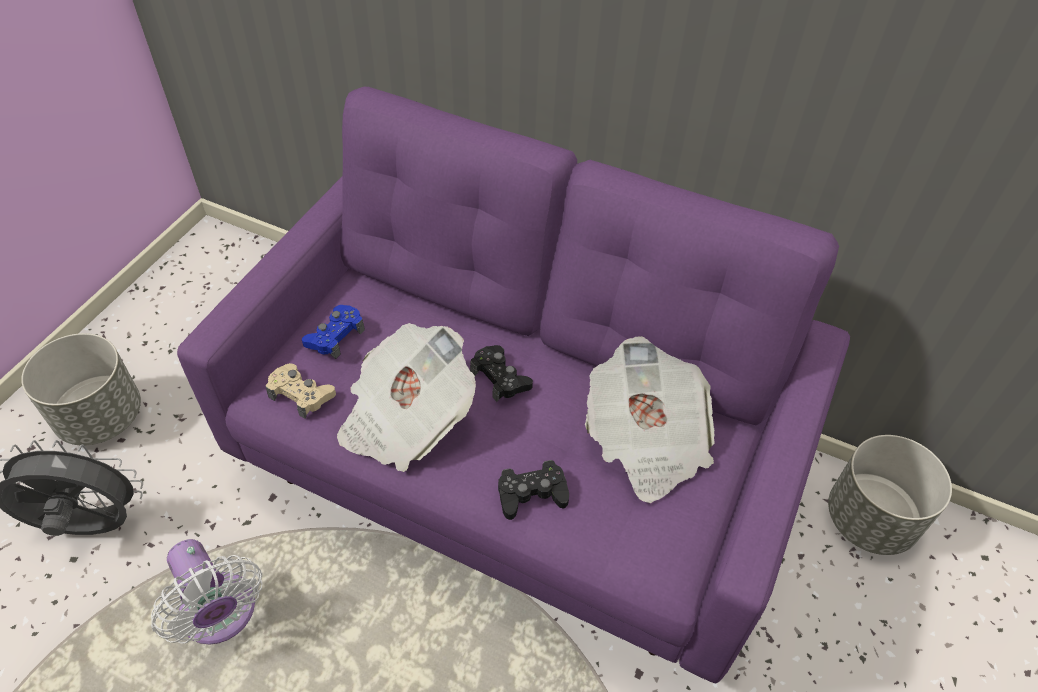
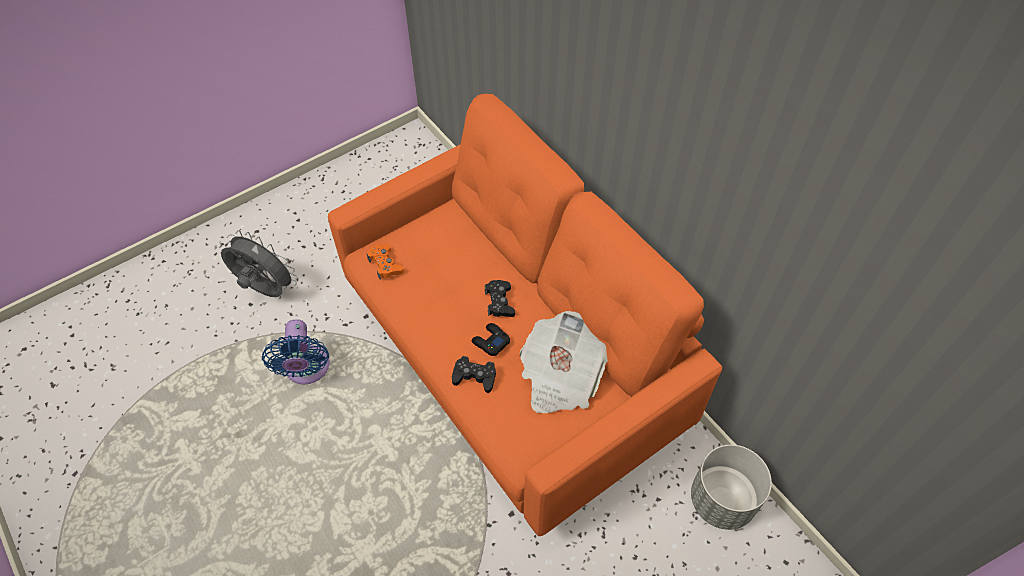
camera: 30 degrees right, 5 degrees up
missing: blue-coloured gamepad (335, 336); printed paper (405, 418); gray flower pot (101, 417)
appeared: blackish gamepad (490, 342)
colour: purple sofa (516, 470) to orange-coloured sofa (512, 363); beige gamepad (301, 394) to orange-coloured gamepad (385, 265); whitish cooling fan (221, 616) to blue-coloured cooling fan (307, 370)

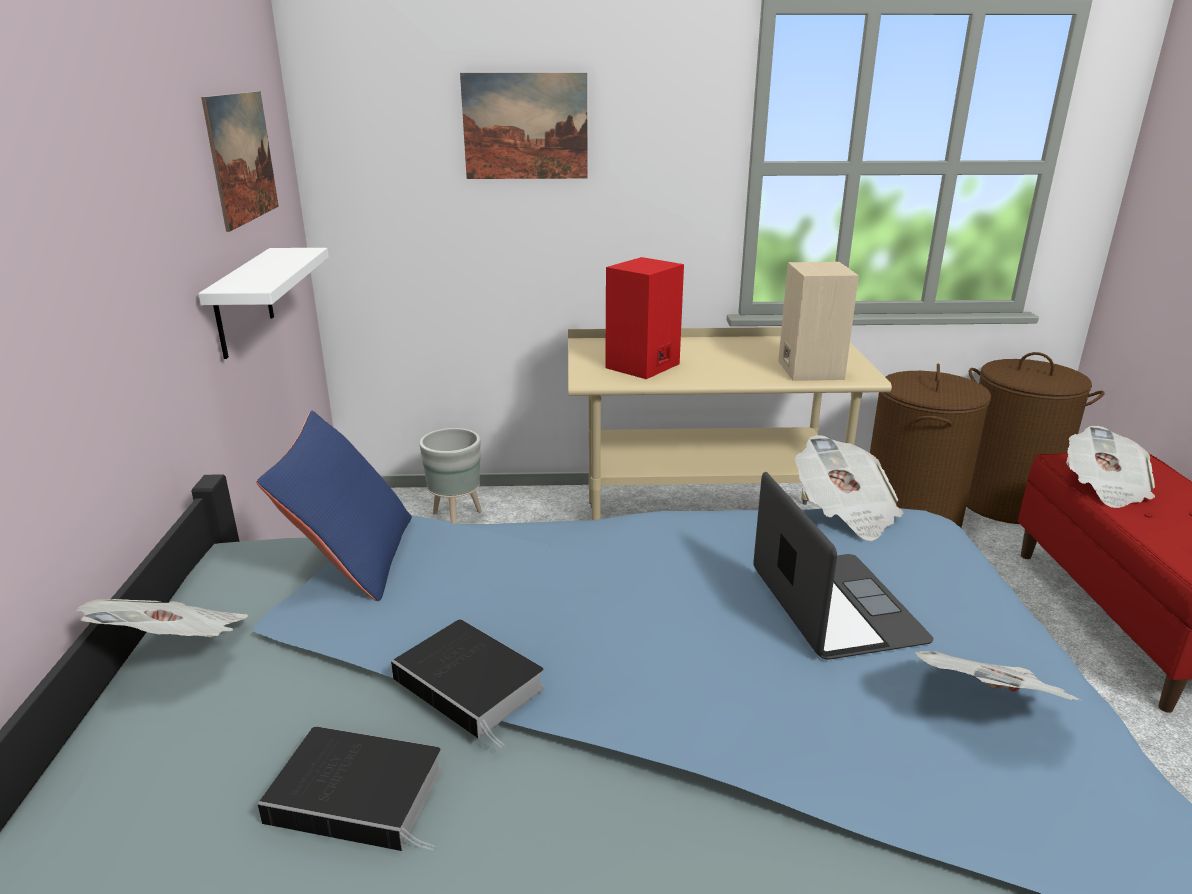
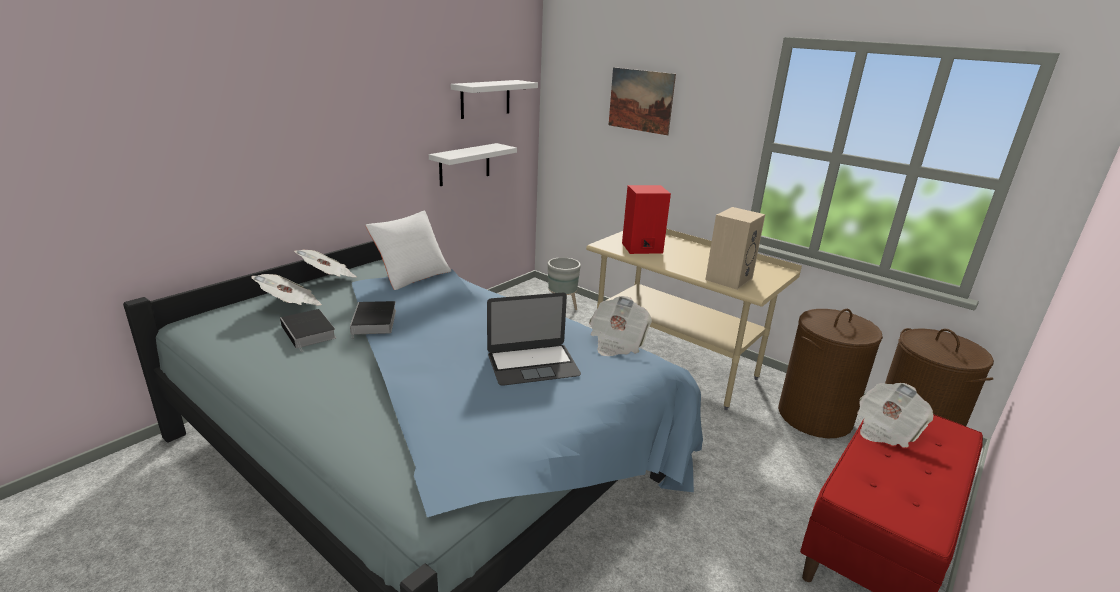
camera: 40 degrees right, 0 degrees up
relocated: printed paper (988, 706) to (290, 304)
exchanged: wall art (242, 157) to whitish bracket shelf (485, 99)
colour: blue-coloured cushion (351, 557) to whitish cushion (412, 275)
spun: laptop (835, 605) = (533, 364) 45 degrees clockwise

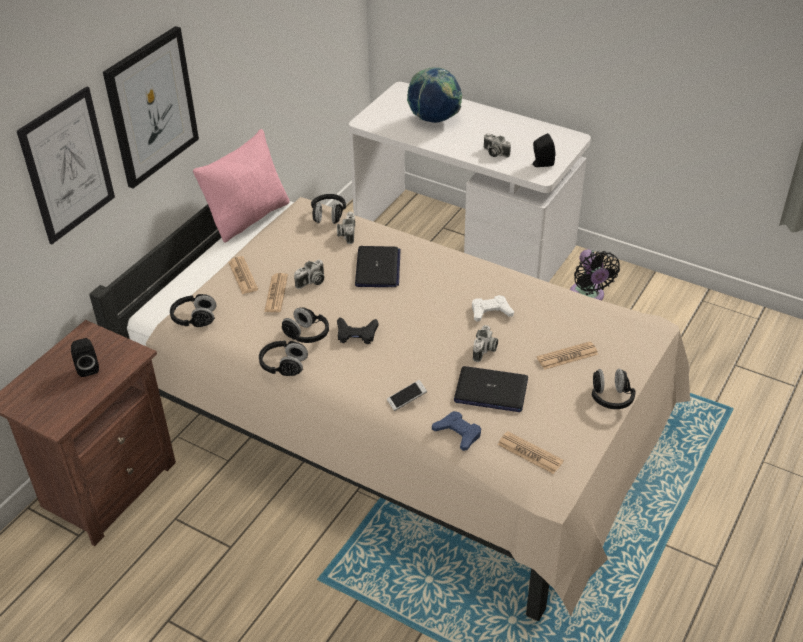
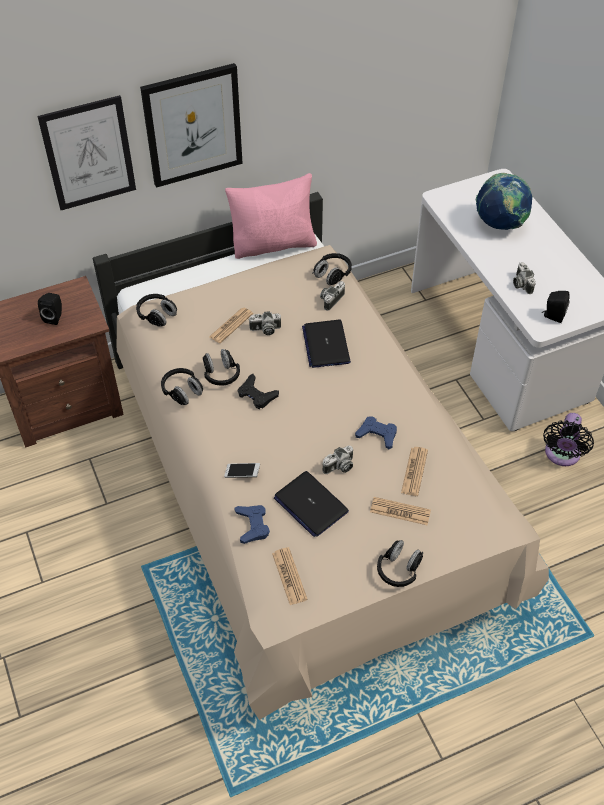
camera: 35 degrees right, 10 degrees up
relocated: printed paper (243, 276) to (414, 471)
colour: whitish gamepad (490, 312) to blue-coloured gamepad (377, 434)
spun: laptop (377, 268) = (326, 344) 135 degrees clockwise

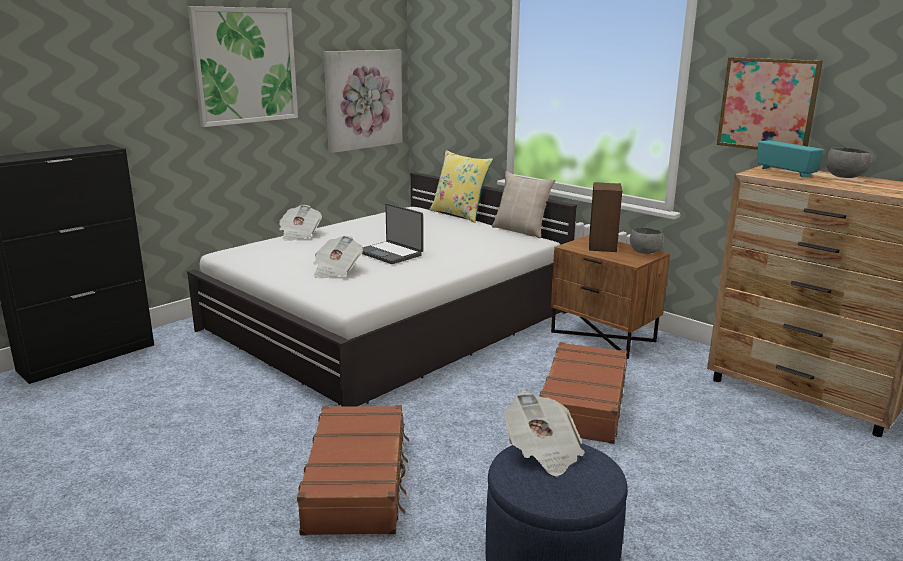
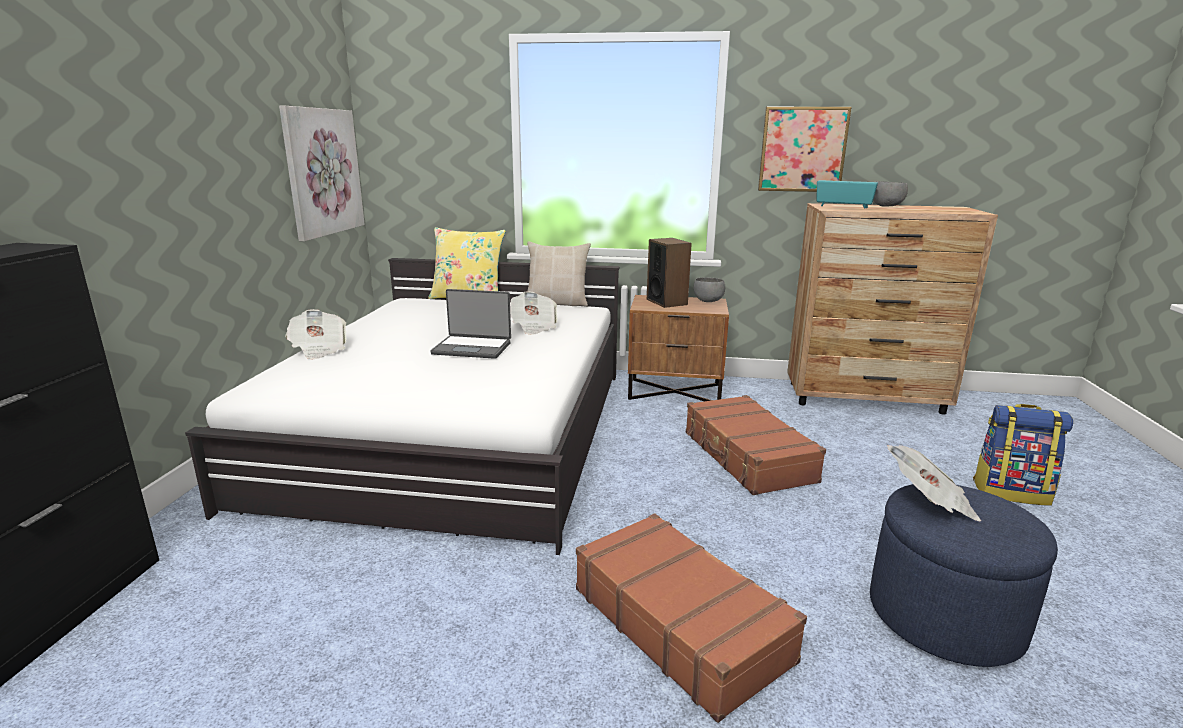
camera: 35 degrees left, 0 degrees up
missing: wall art (245, 66)
appeared: backpack (1011, 492)
relocated: printed paper (336, 271) to (533, 327)

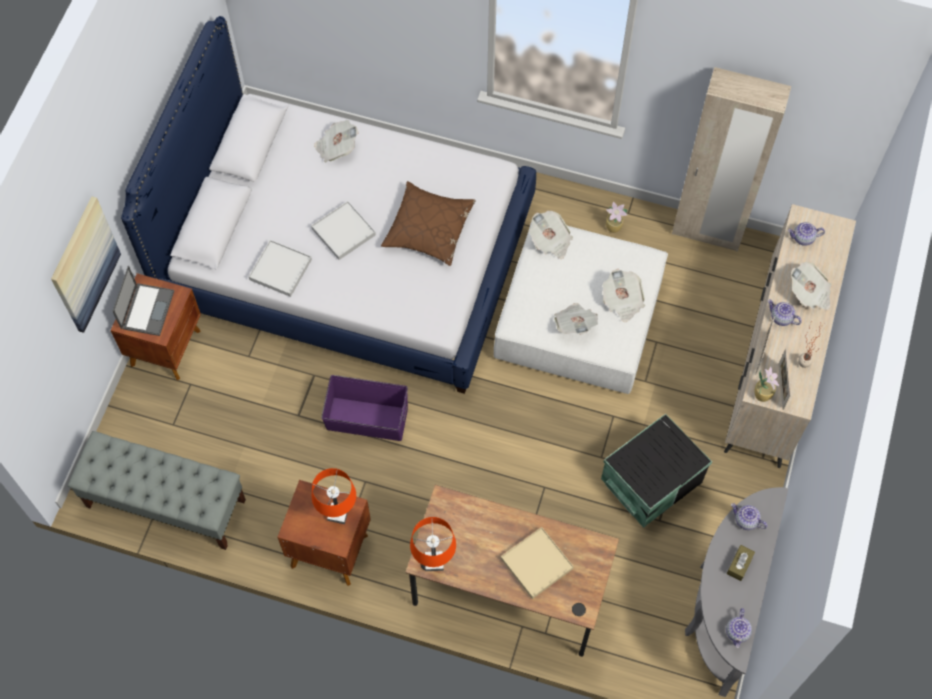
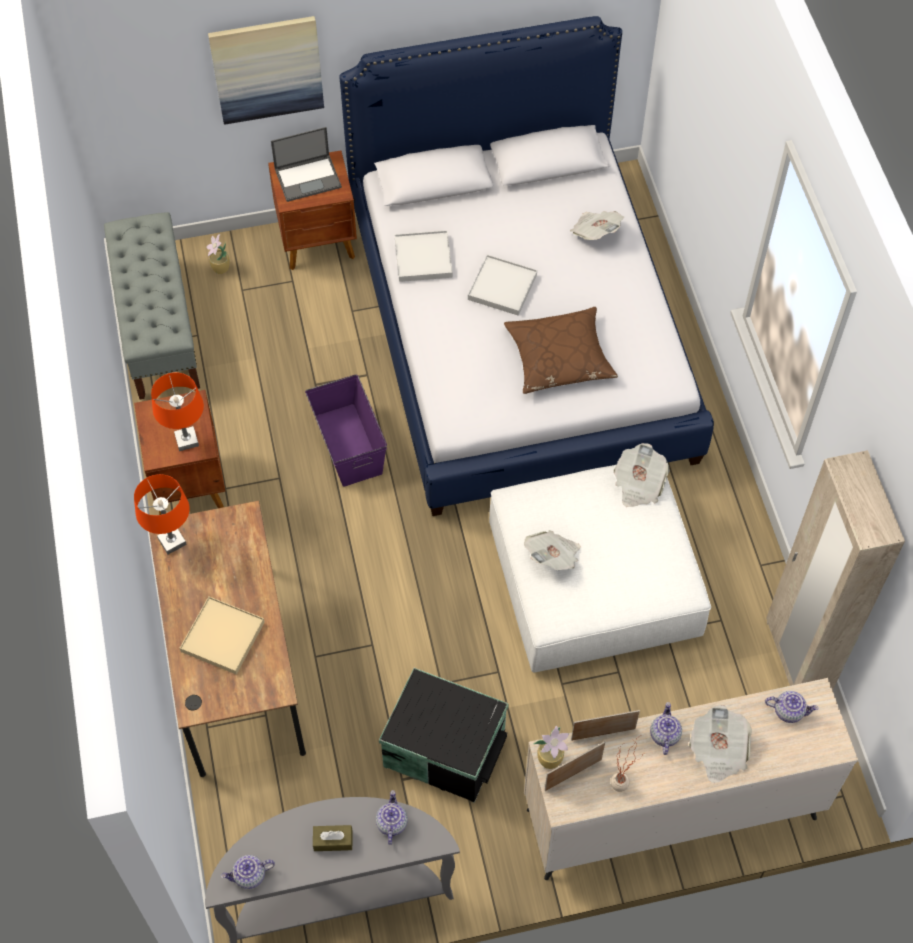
camera: 60 degrees right, 5 degrees down
missing: printed paper (622, 301)
relocated: houseplant (614, 228) to (220, 269)
spun: teapot (803, 238) = (789, 711) 135 degrees clockwise

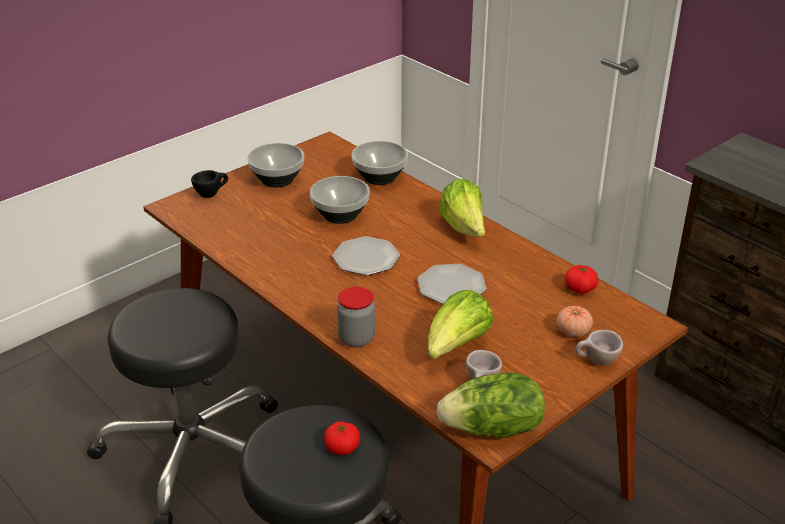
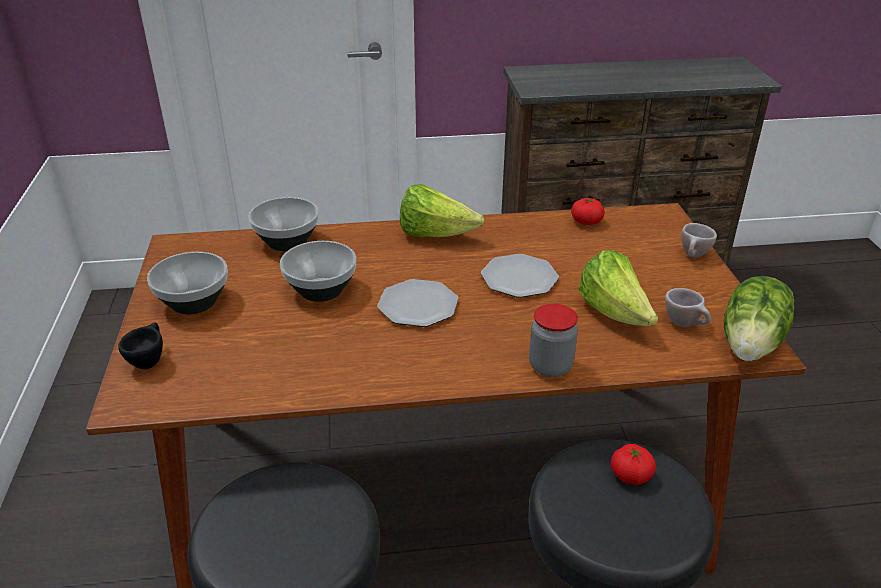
camera: 55 degrees left, 0 degrees up
missing: fresh tomato (573, 331)

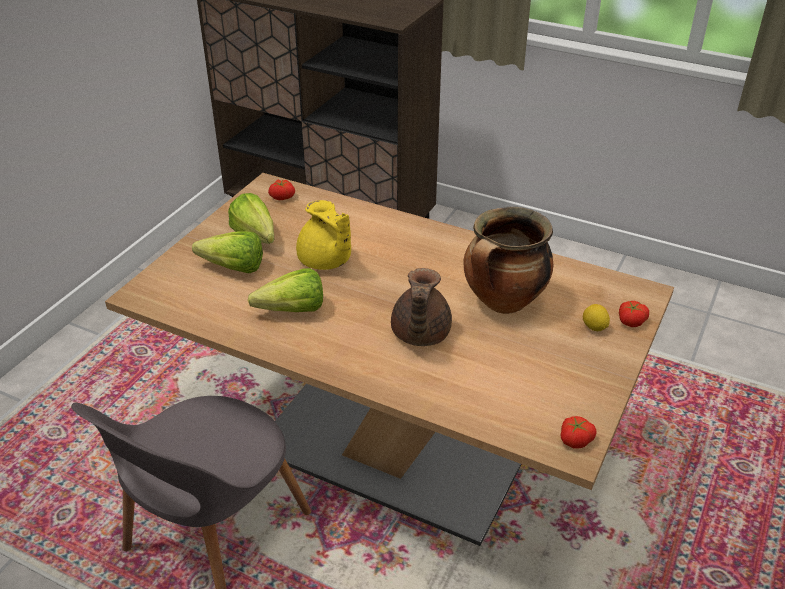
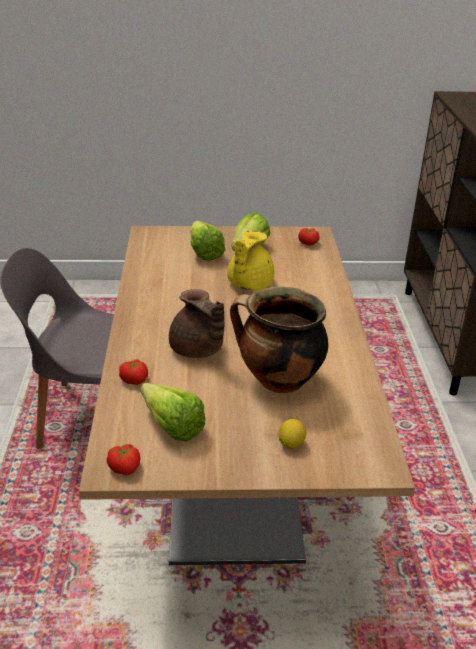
camera: 60 degrees right, 5 degrees down
relocated: head of lettuce (286, 310) to (169, 423); fresh tomato (630, 321) to (135, 379)
spun: brown teapot (419, 335) = (197, 350) 105 degrees counterclockwise

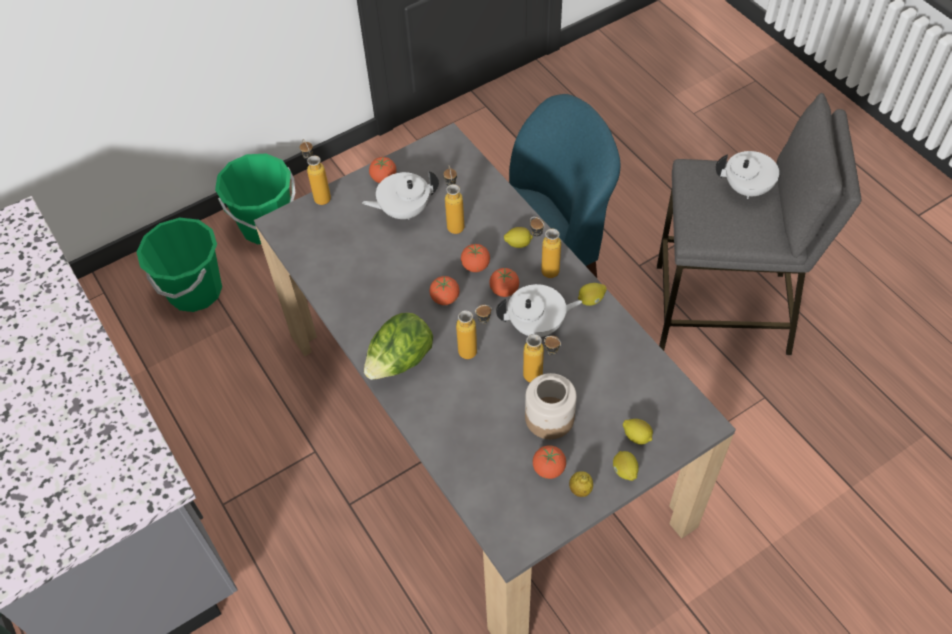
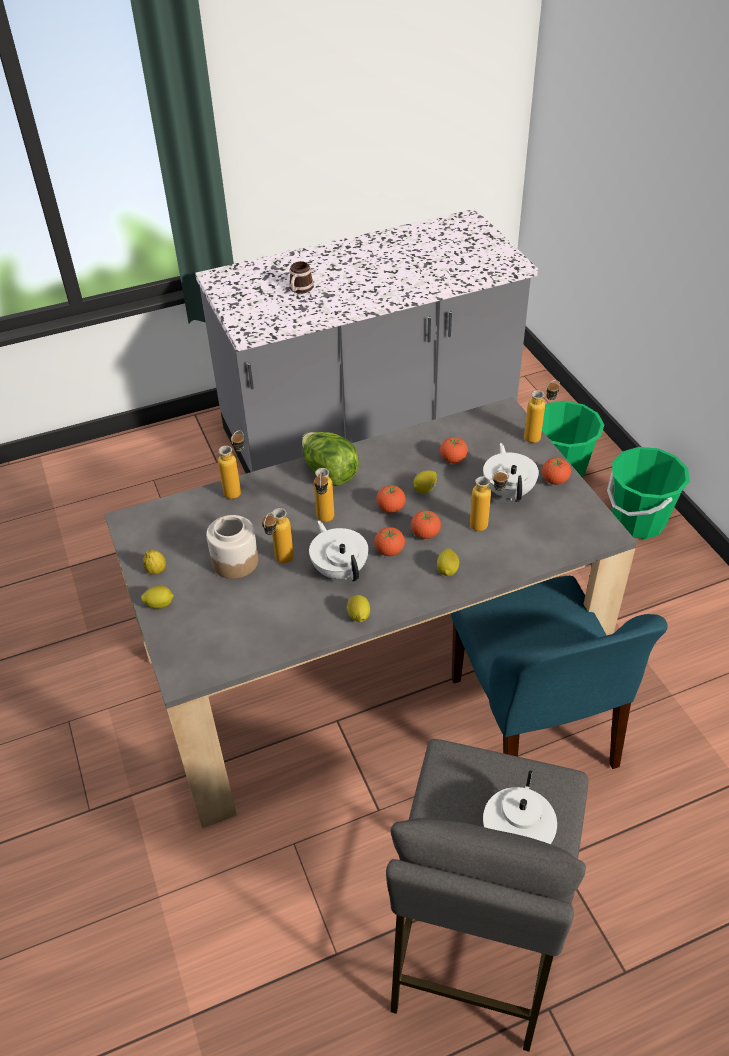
camera: 100 degrees right, 10 degrees down
appeared: mug (300, 289)
relocated: bottle (543, 268) to (238, 490); lemon (637, 436) to (425, 489); fresh tomato (548, 469) to (453, 459)
spun: whitish teapot (537, 325) = (340, 569) 150 degrees clockwise

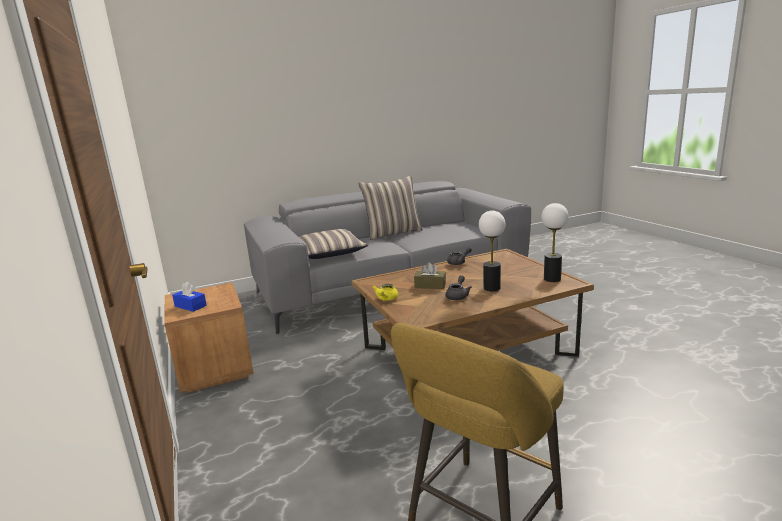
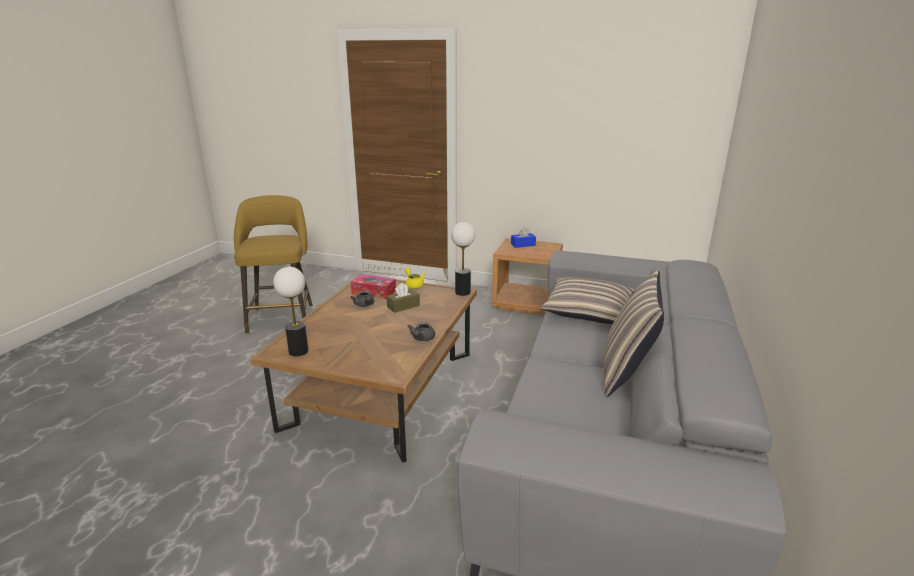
camera: 130 degrees right, 5 degrees up
appeared: tissue holder (374, 292)
relocated: table lamp (491, 288) to (463, 292)

